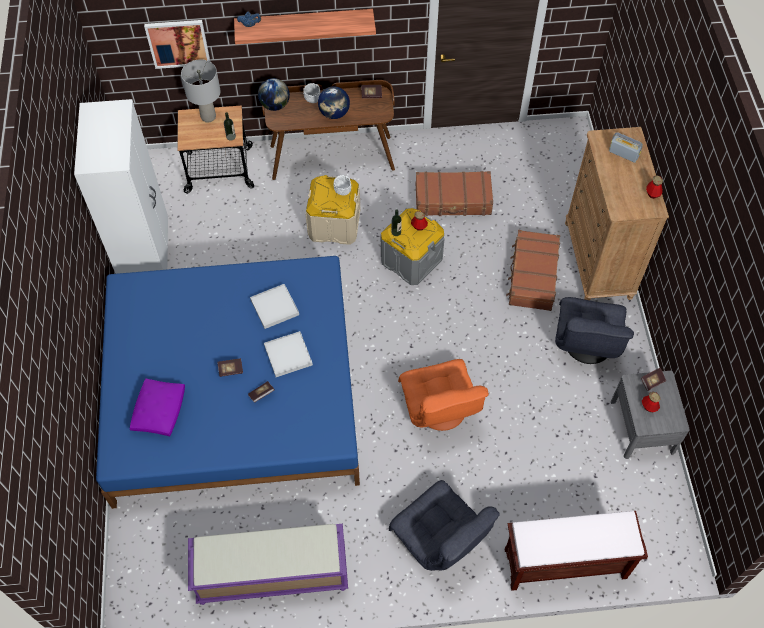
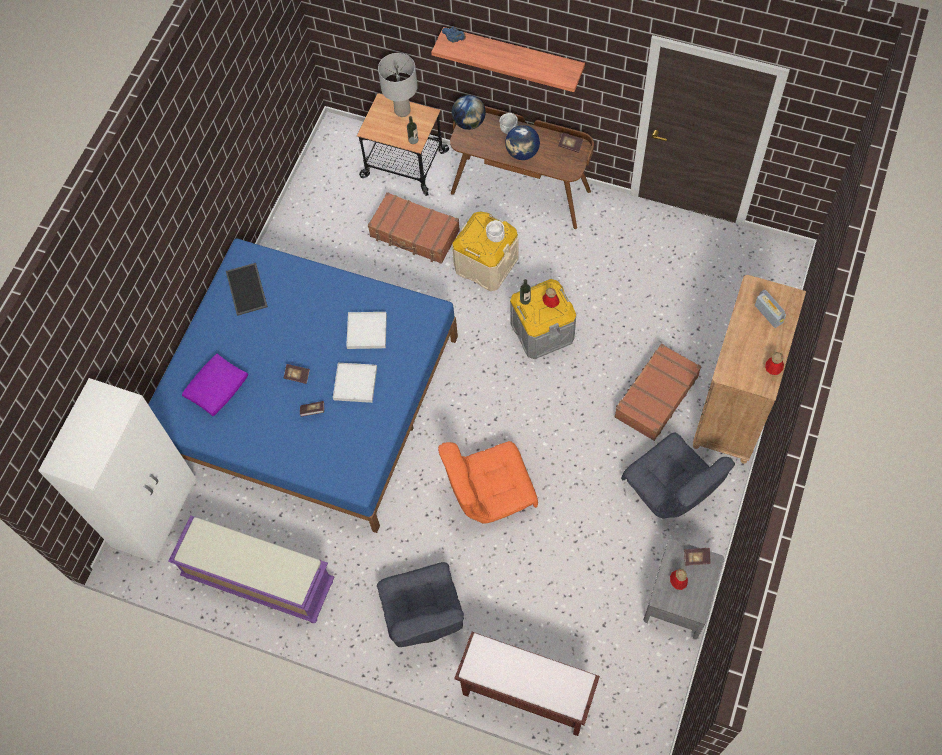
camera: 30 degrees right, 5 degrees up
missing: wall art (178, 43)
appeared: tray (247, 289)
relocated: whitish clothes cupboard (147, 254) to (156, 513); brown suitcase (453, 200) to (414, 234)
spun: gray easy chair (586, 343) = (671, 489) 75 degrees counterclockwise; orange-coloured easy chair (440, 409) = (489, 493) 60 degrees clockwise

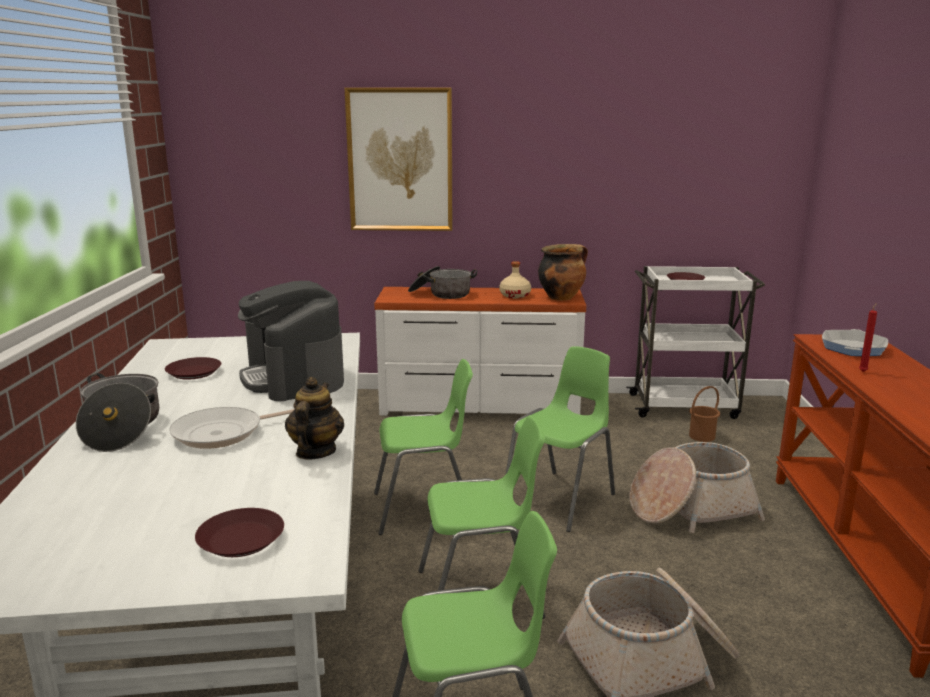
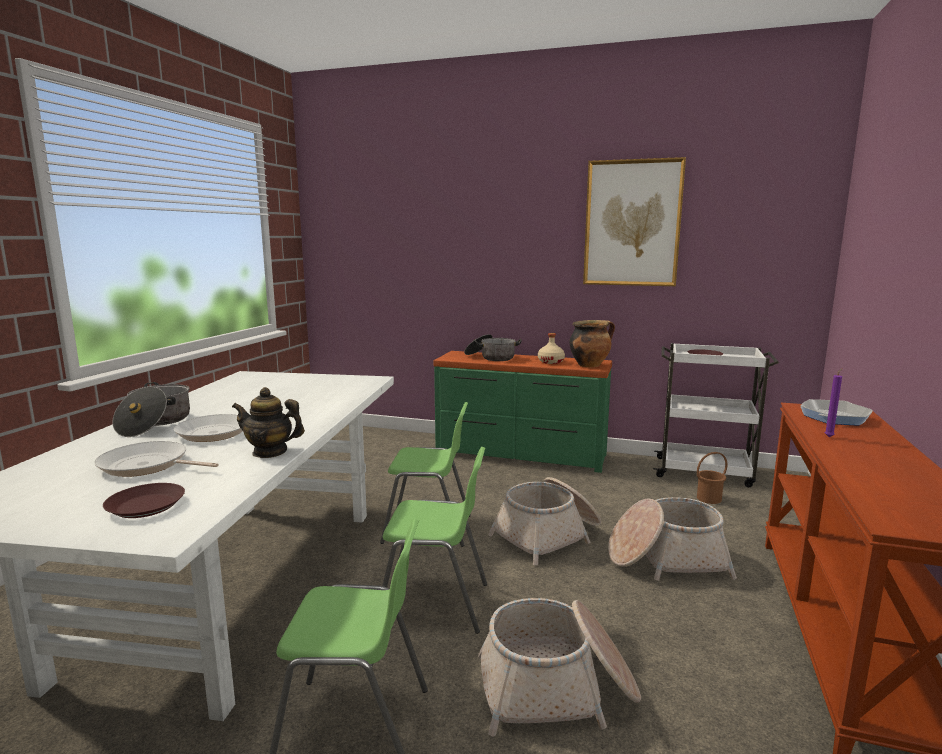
camera: 15 degrees right, 5 degrees down
missing: coffee machine (294, 378); brown flat dish (193, 372)
appeared: skillet (148, 465)
relocated: wall art (400, 160) to (632, 223)
exchanged: green upright chair (560, 500) to storage basket (548, 536)
colour: whitish dresser (479, 406) to green dresser (520, 454); red-coloured candle (863, 371) to purple candle (829, 437)
spun: teapot (315, 452) = (270, 452) 105 degrees counterclockwise

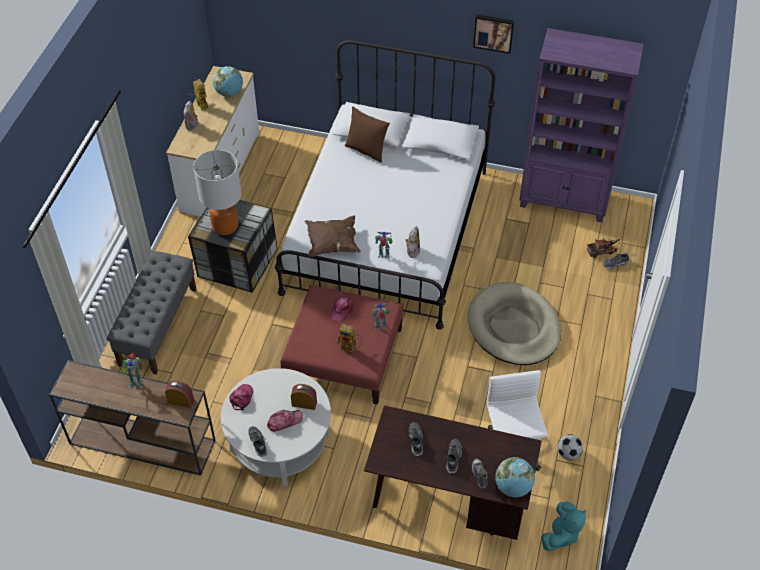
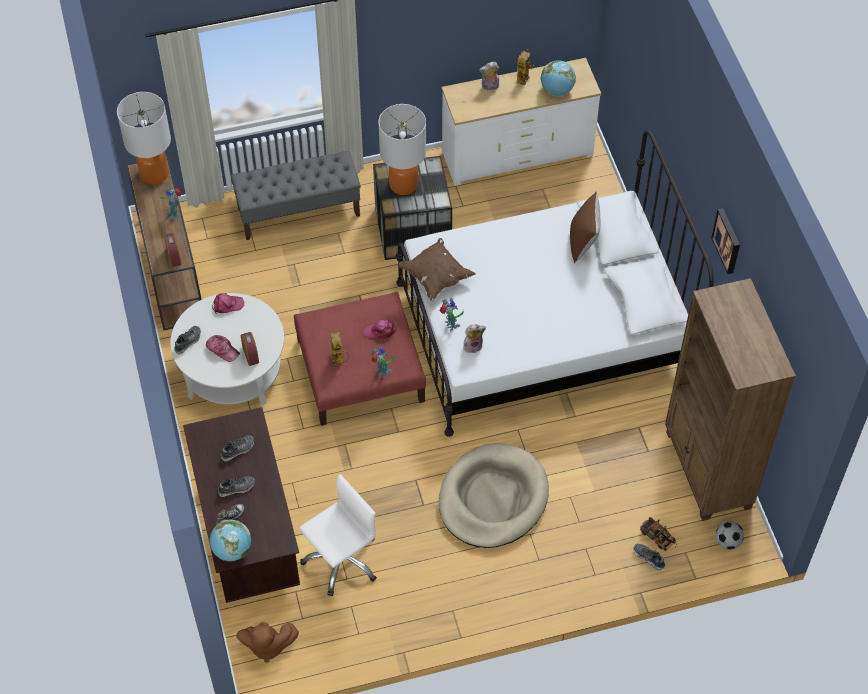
camera: 60 degrees right, 5 degrees up
appeared: table lamp (154, 174)
relocated: football ball (568, 454) to (727, 542)
colour: purple bookshelf (564, 201) to brown bookshelf (707, 471); blue-green soft toy (561, 535) to brown soft toy (267, 646)

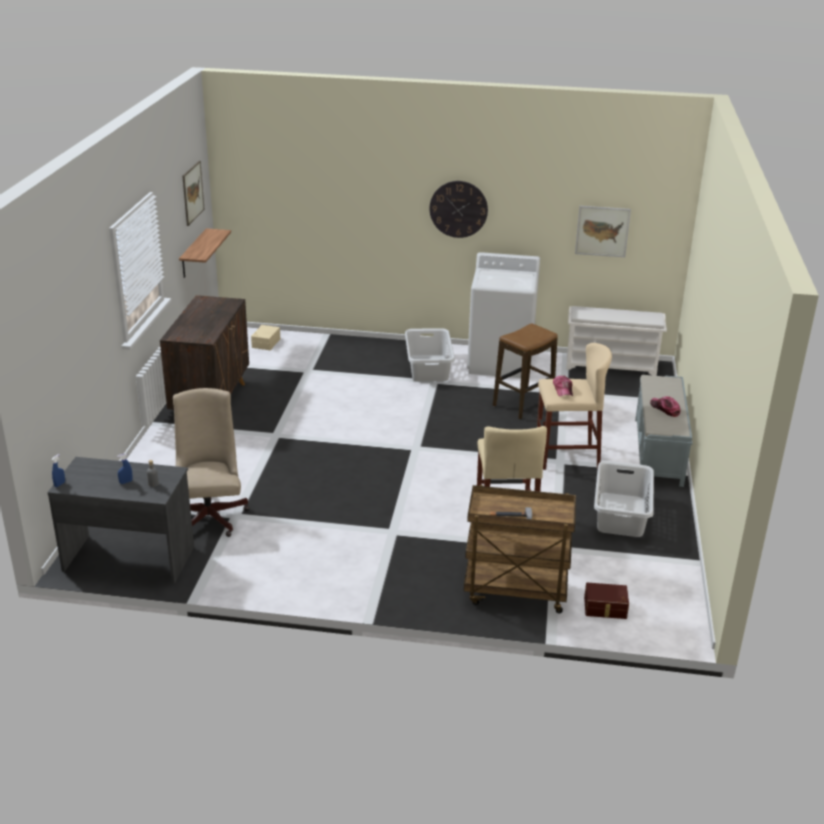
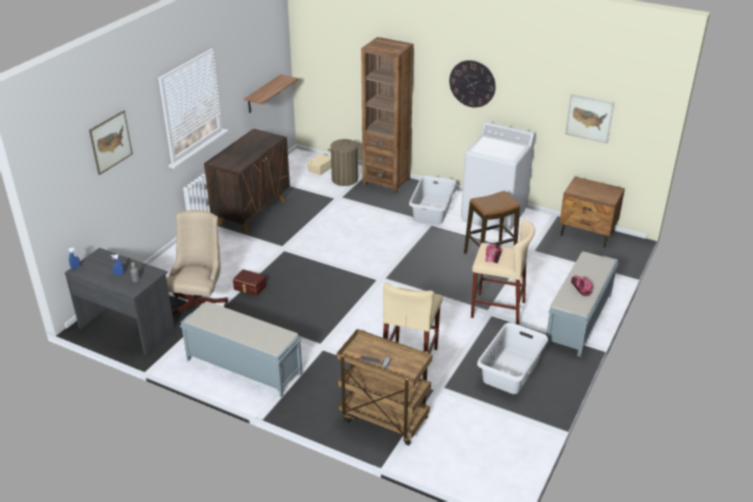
camera: 20 degrees right, 5 degrees up
appeared: brown bookshelf (386, 181); laundry basket (344, 179); gray bench (243, 366)
relocated: wall art (193, 192) to (111, 142); brown storage box (605, 608) to (249, 288)
exchanged: whitish shoe stand (611, 366) to brown nightstand (587, 233)

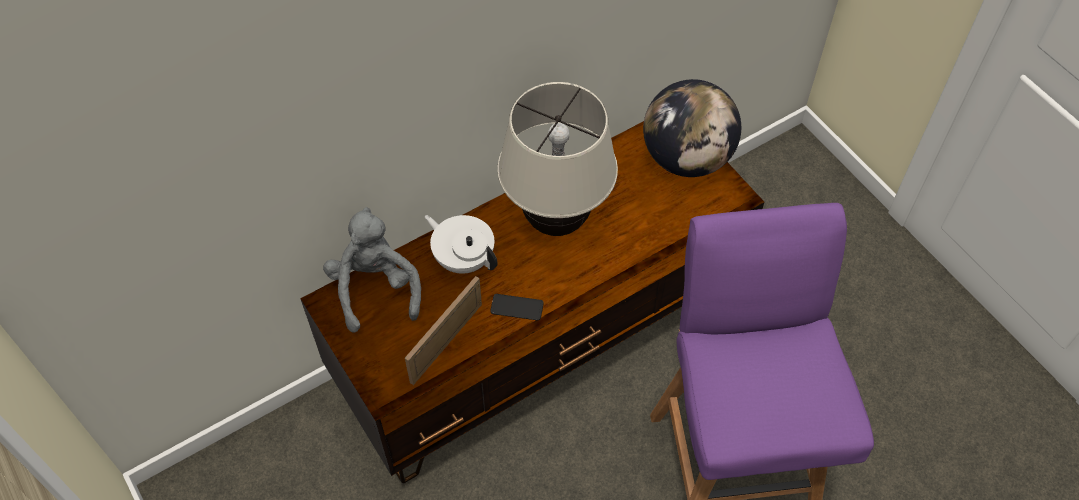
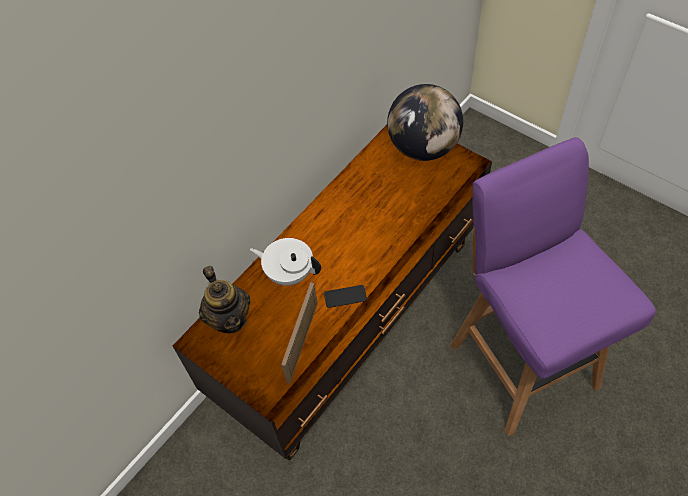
camera: 15 degrees left, 0 degrees up
missing: beige table lamp (555, 221)
exchanged: gray soft toy (375, 288) to teapot (229, 318)

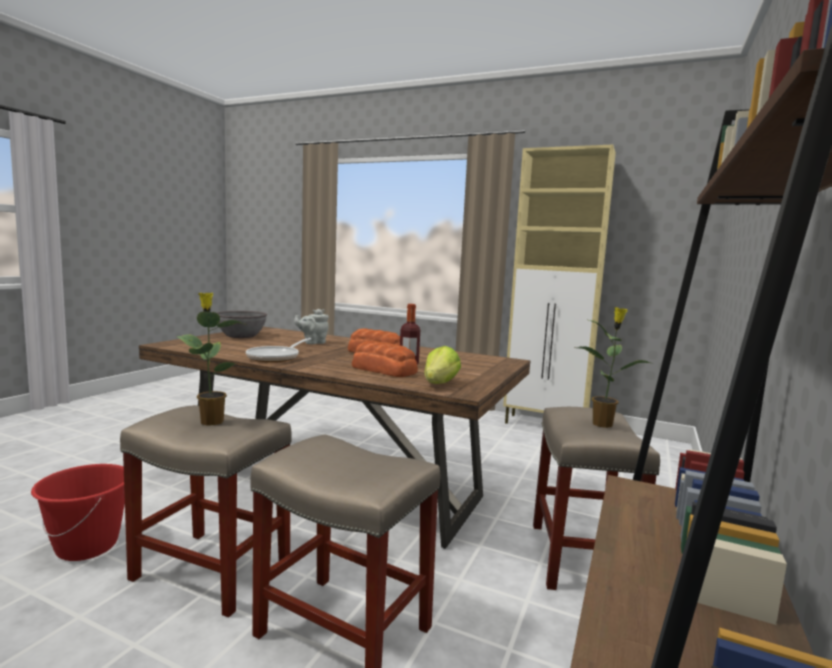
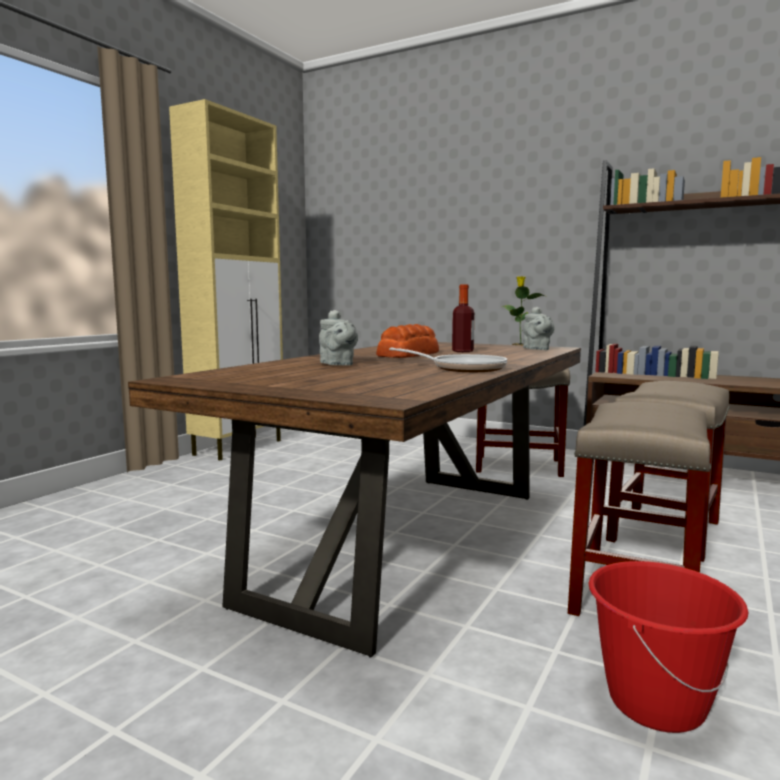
camera: 85 degrees left, 0 degrees up
missing: houseplant (211, 421); gray serving bowl (241, 336); bread (383, 370)
exchanged: head of lettuce (439, 384) to gray teapot (537, 349)

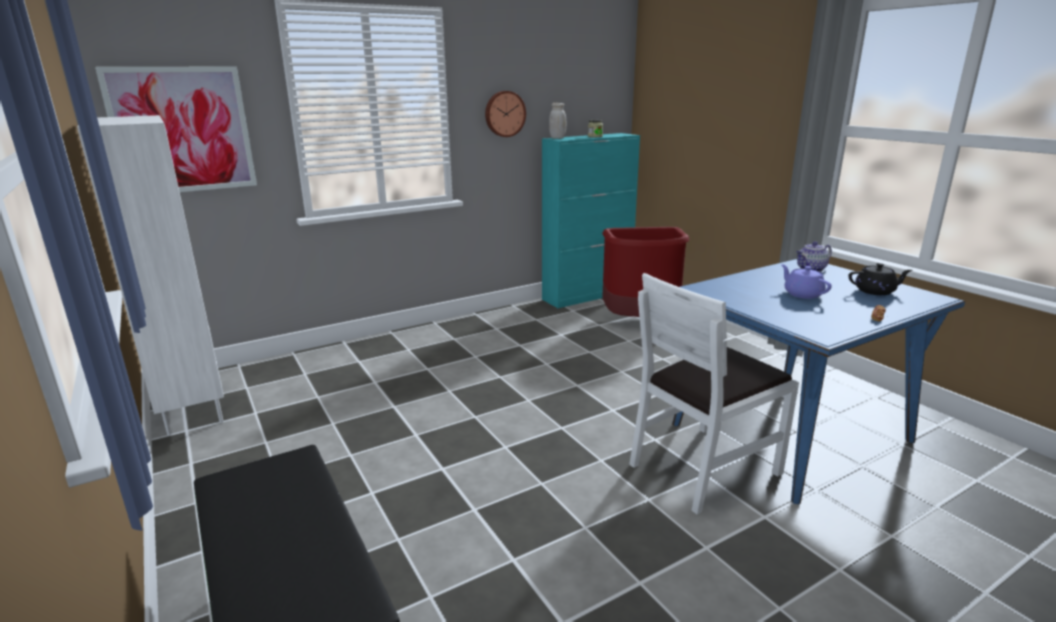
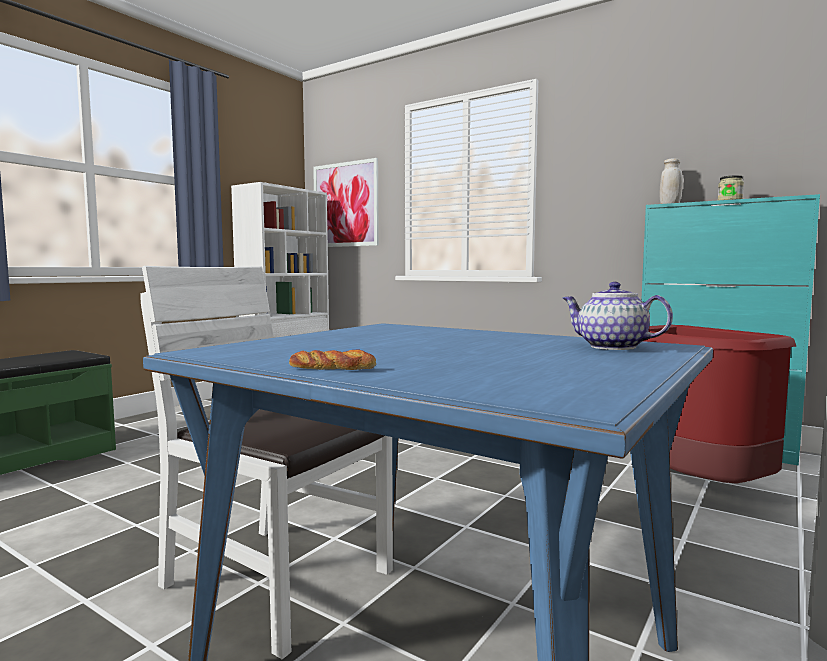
camera: 65 degrees right, 15 degrees down
missing: clock on the wall (504, 114); blackish teapot (875, 291); purple teapot (802, 294)

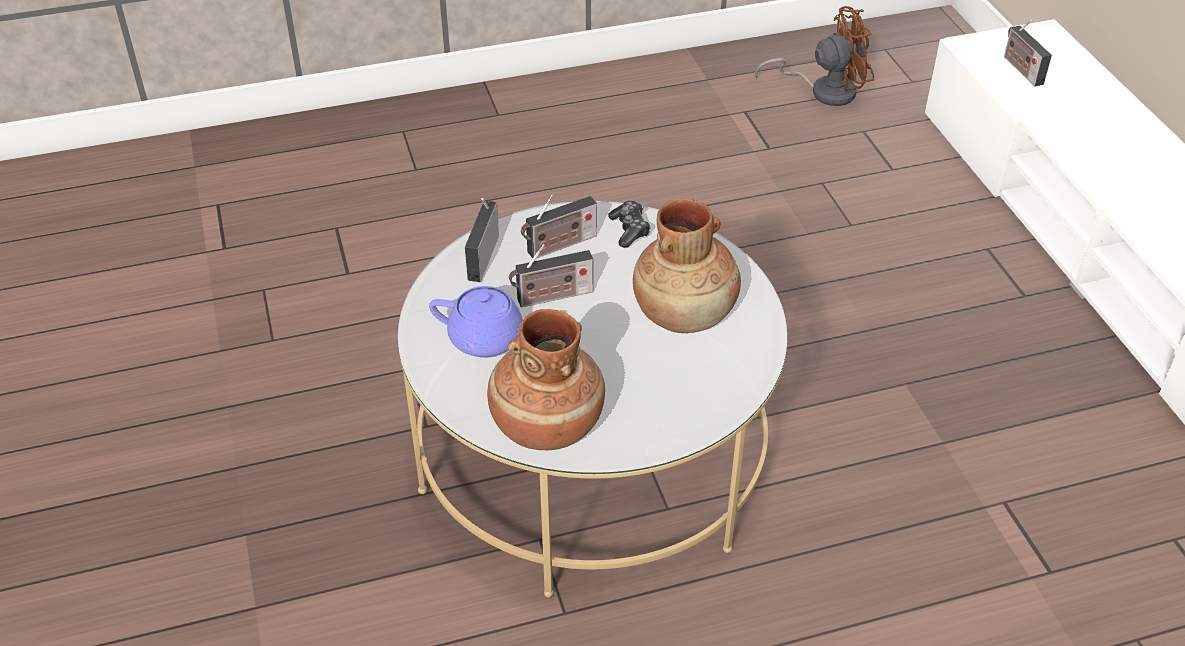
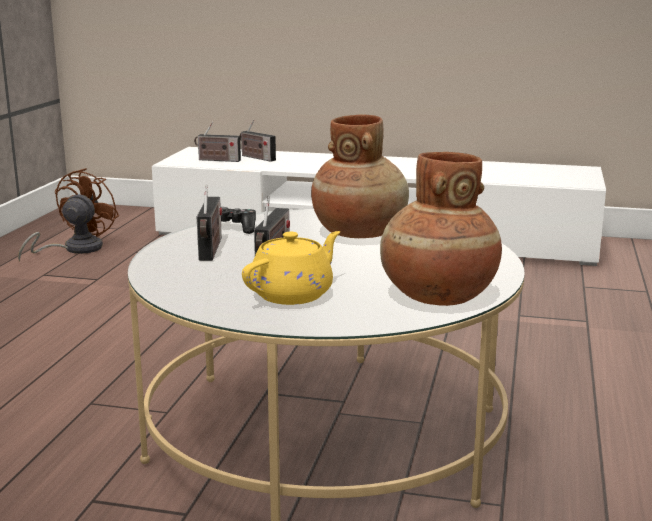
camera: 60 degrees left, 25 degrees down
relocated: radio receiver (483, 255) to (256, 158)
colour: purple teapot (488, 339) to yellow teapot (293, 294)

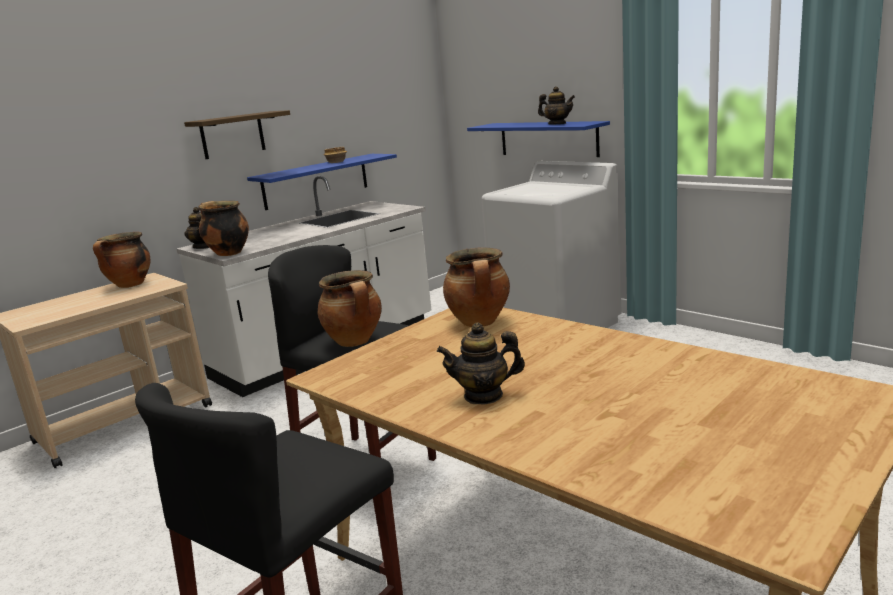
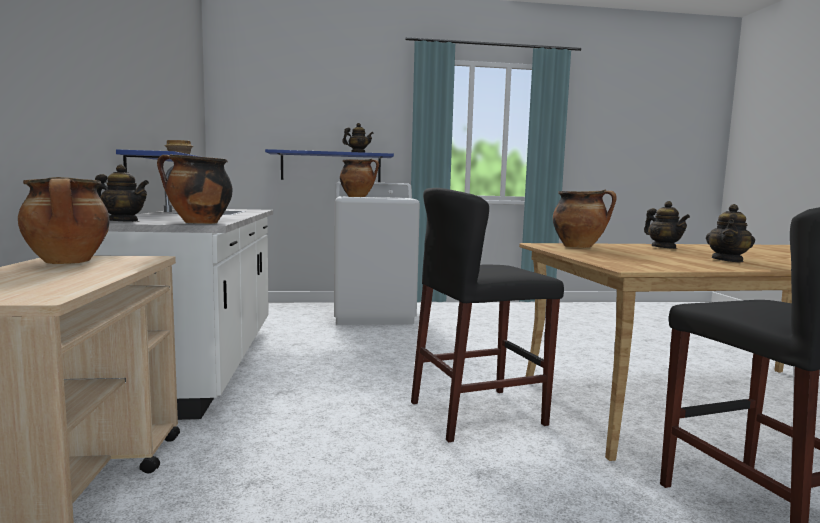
camera: 55 degrees left, 10 degrees down
missing: bracket shelf (232, 135)
appeared: teapot (664, 248)
relocated: stockpot (355, 342) to (358, 197)

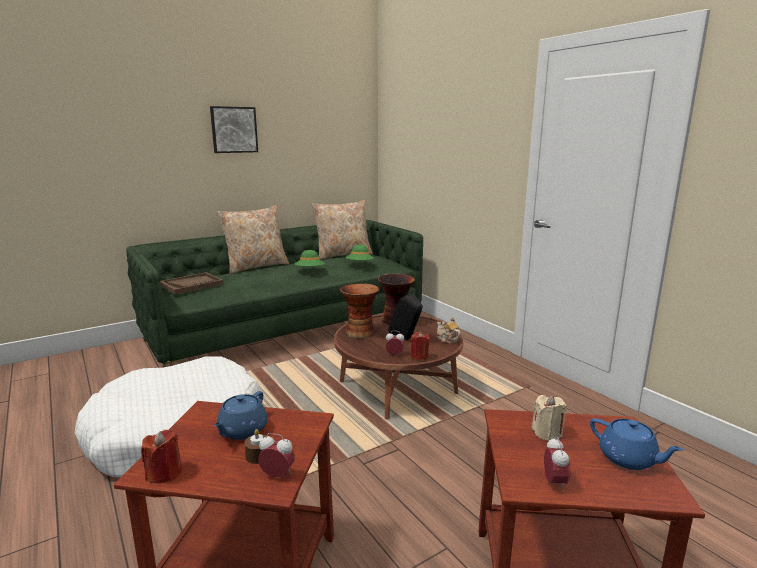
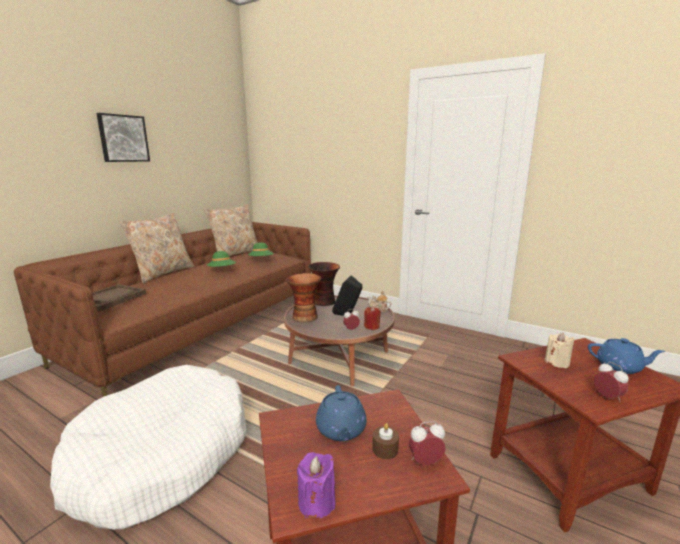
camera: 25 degrees left, 0 degrees up
colour: green sofa (288, 328) to brown sofa (202, 327); red-coloured candle (164, 473) to purple candle (316, 502)

